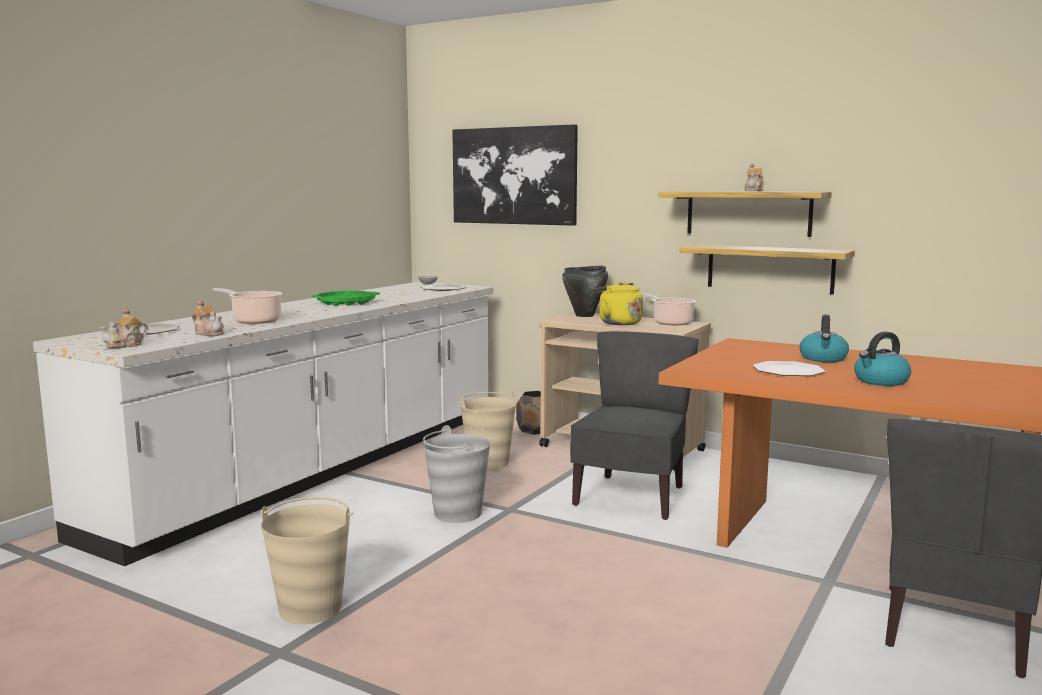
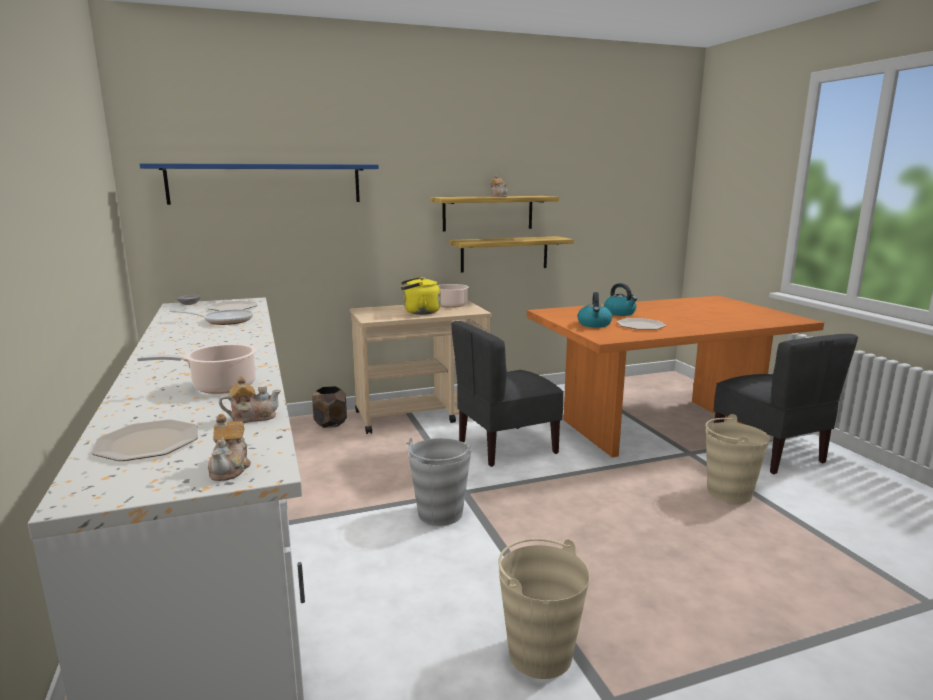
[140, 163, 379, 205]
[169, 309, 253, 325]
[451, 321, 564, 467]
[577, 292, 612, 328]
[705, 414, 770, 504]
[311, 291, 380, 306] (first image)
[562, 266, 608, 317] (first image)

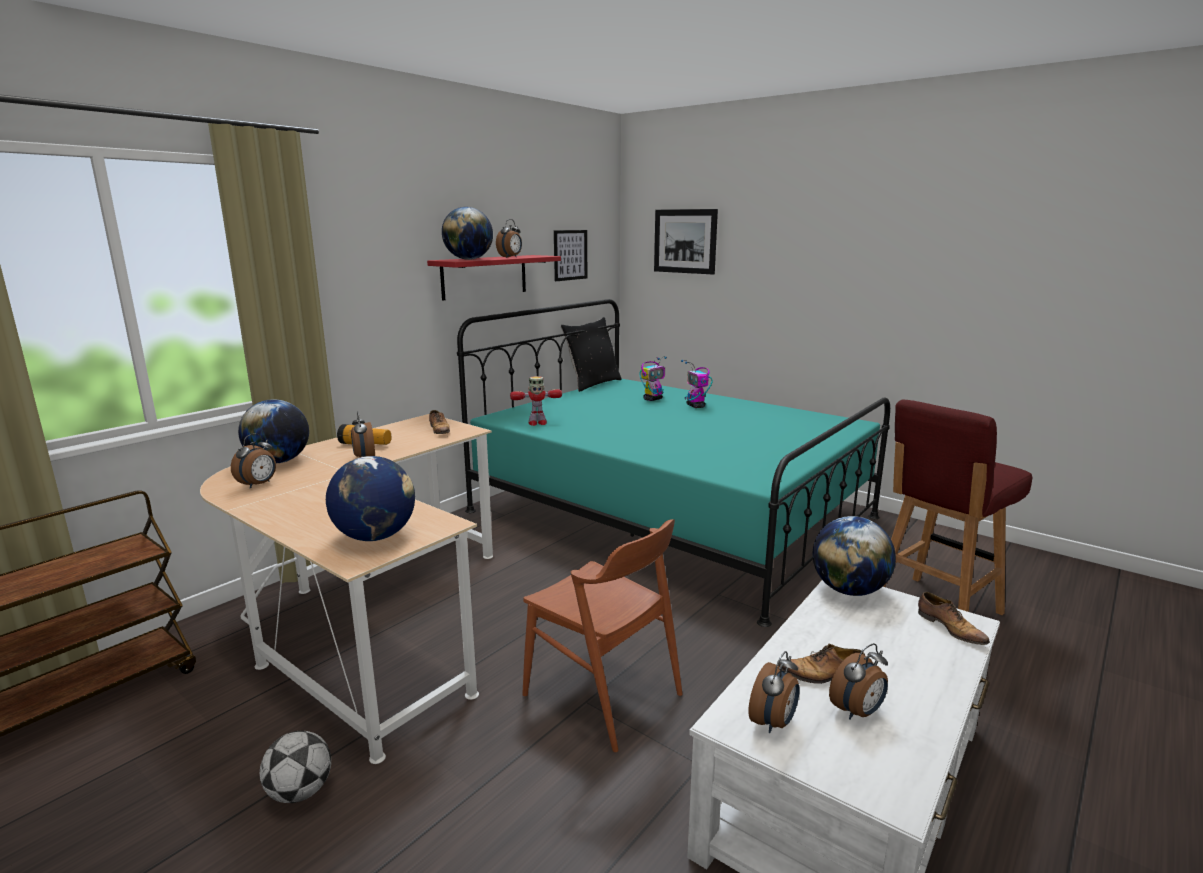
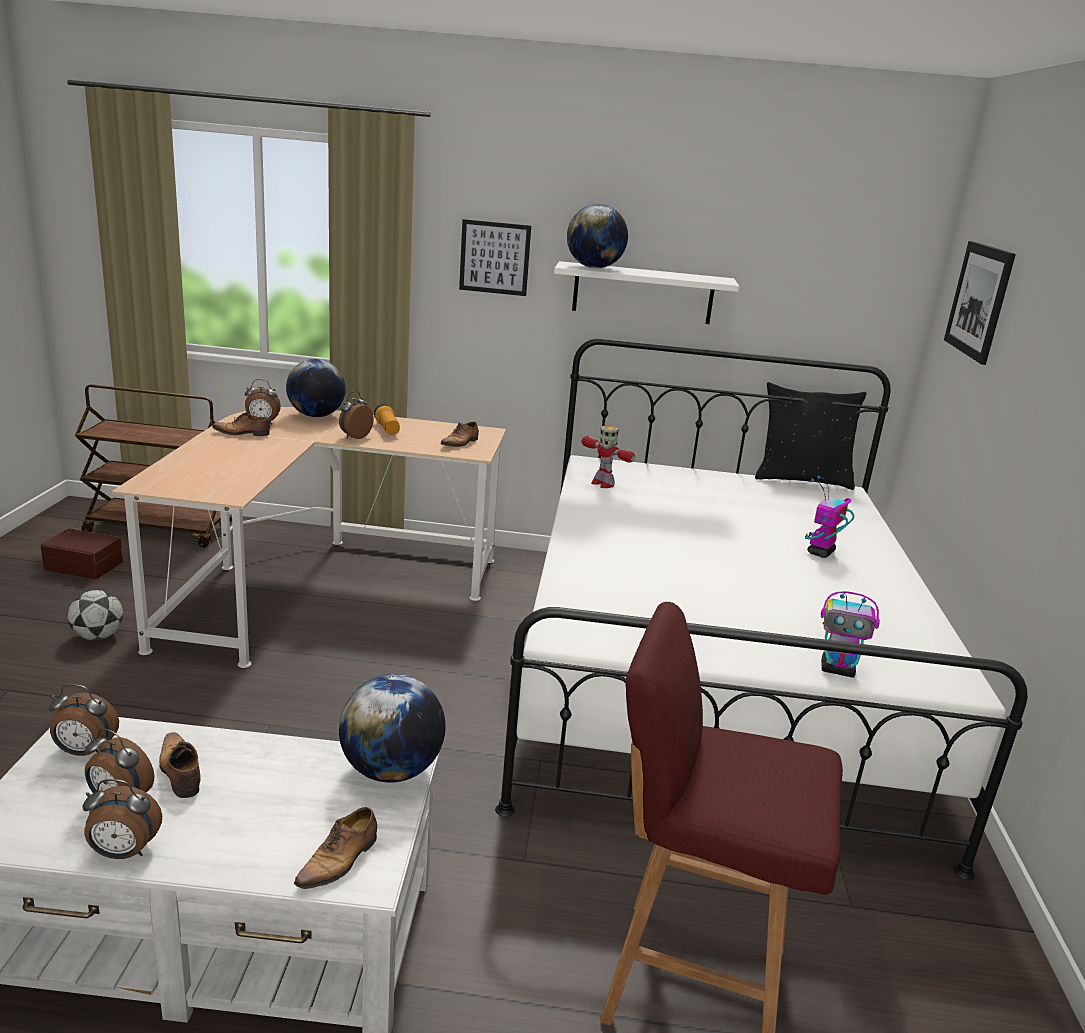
[40, 528, 123, 579]
[82, 779, 162, 859]
[212, 412, 270, 436]
[459, 219, 531, 296]
[495, 338, 1028, 880]
[554, 261, 739, 324]
[821, 591, 880, 678]
[326, 456, 415, 541] (first image)
[522, 519, 682, 752] (first image)

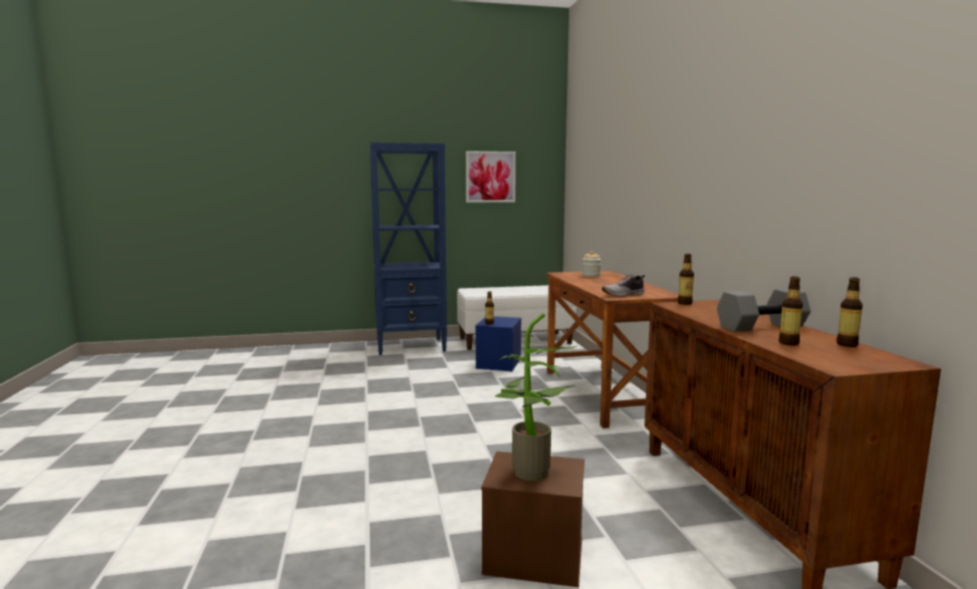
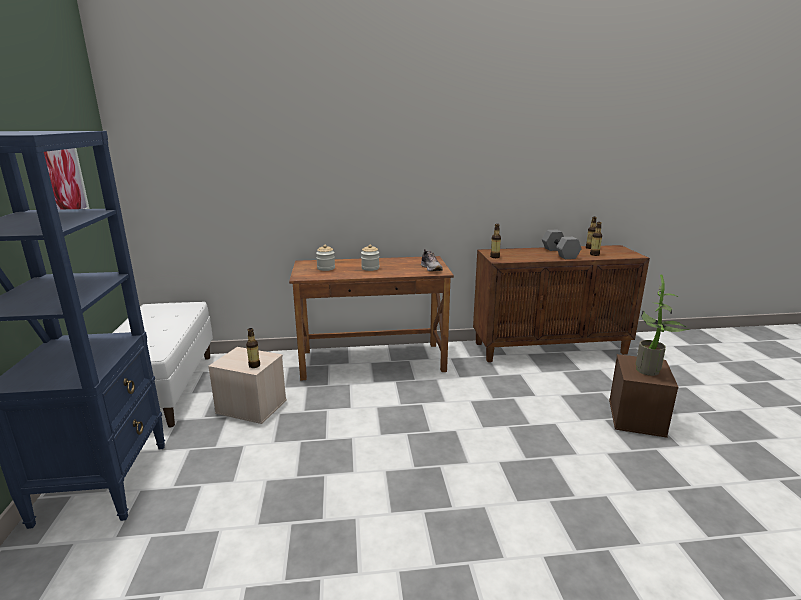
[208, 347, 287, 424]
[361, 245, 379, 271]

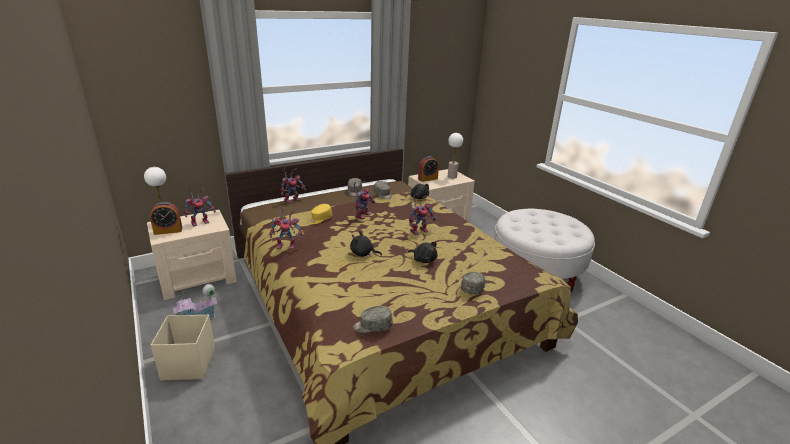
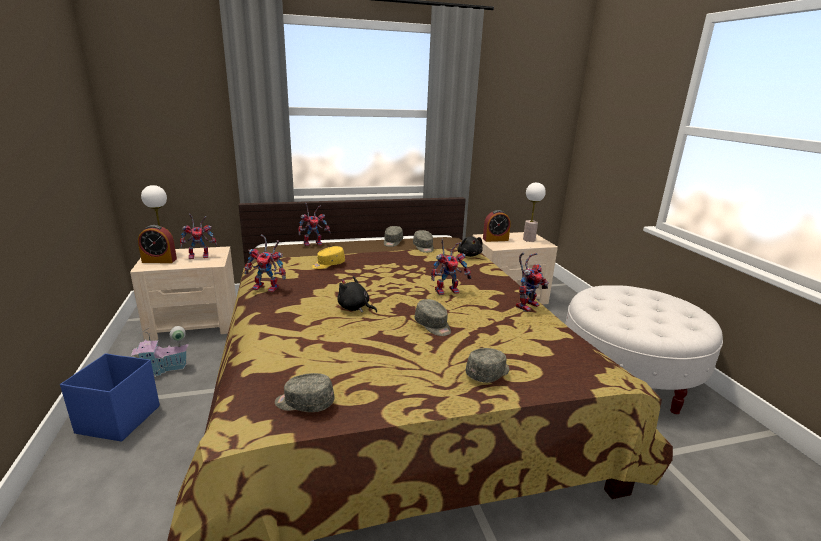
[60, 353, 160, 442]
[415, 299, 451, 336]
[516, 253, 549, 312]

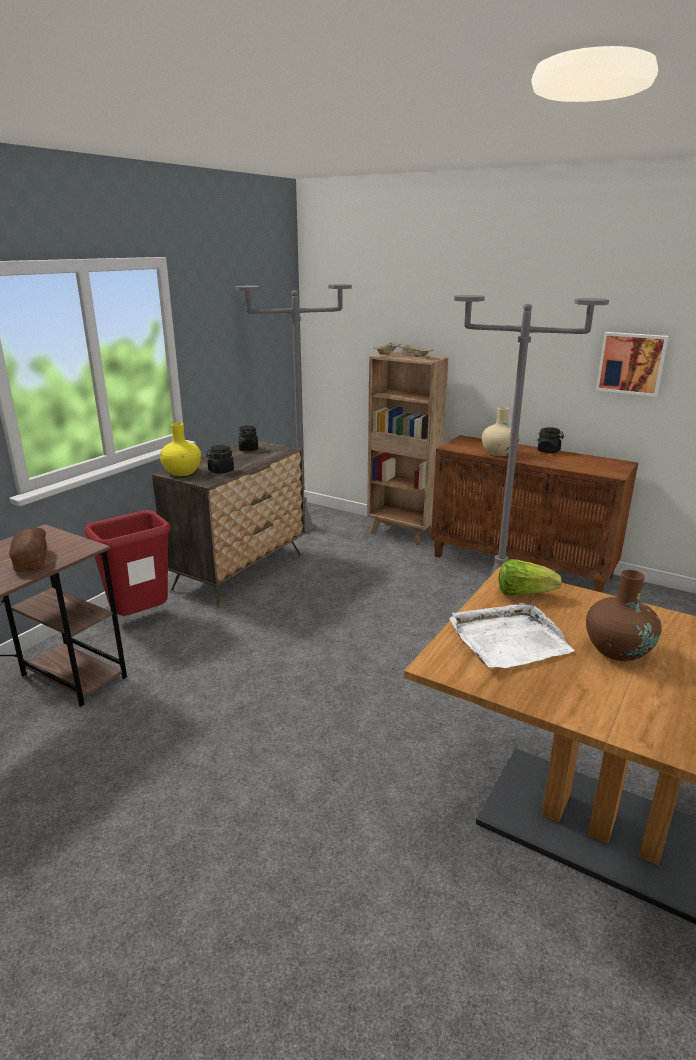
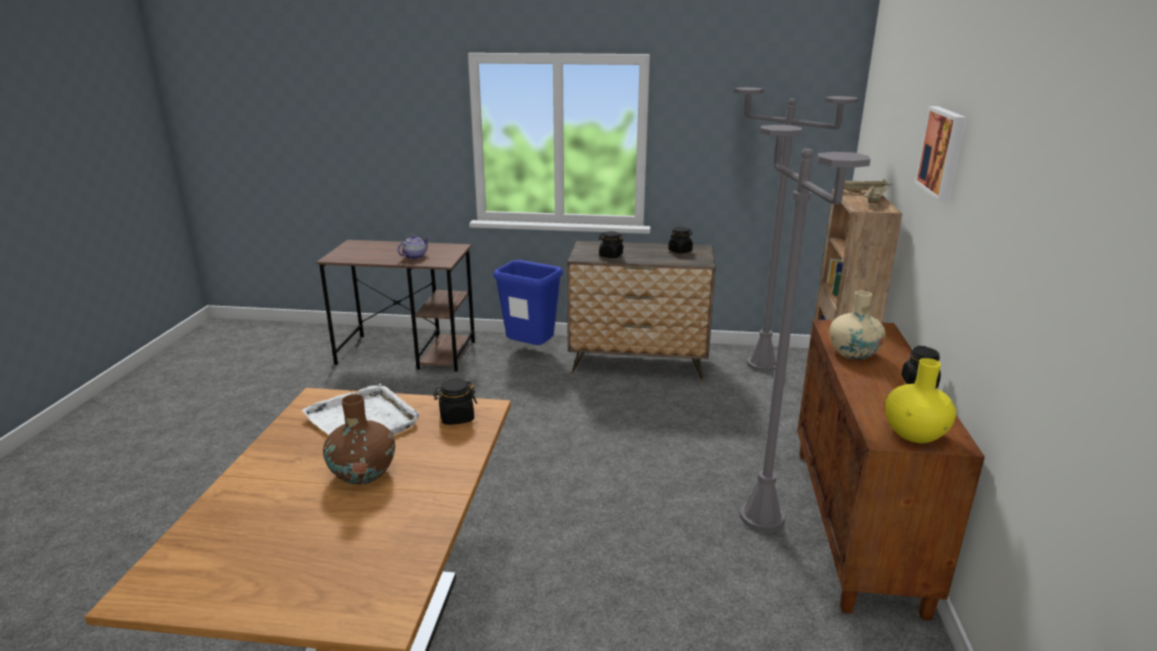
[398, 235, 430, 259]
[433, 379, 477, 425]
[493, 260, 563, 345]
[885, 358, 956, 443]
[914, 106, 967, 202]

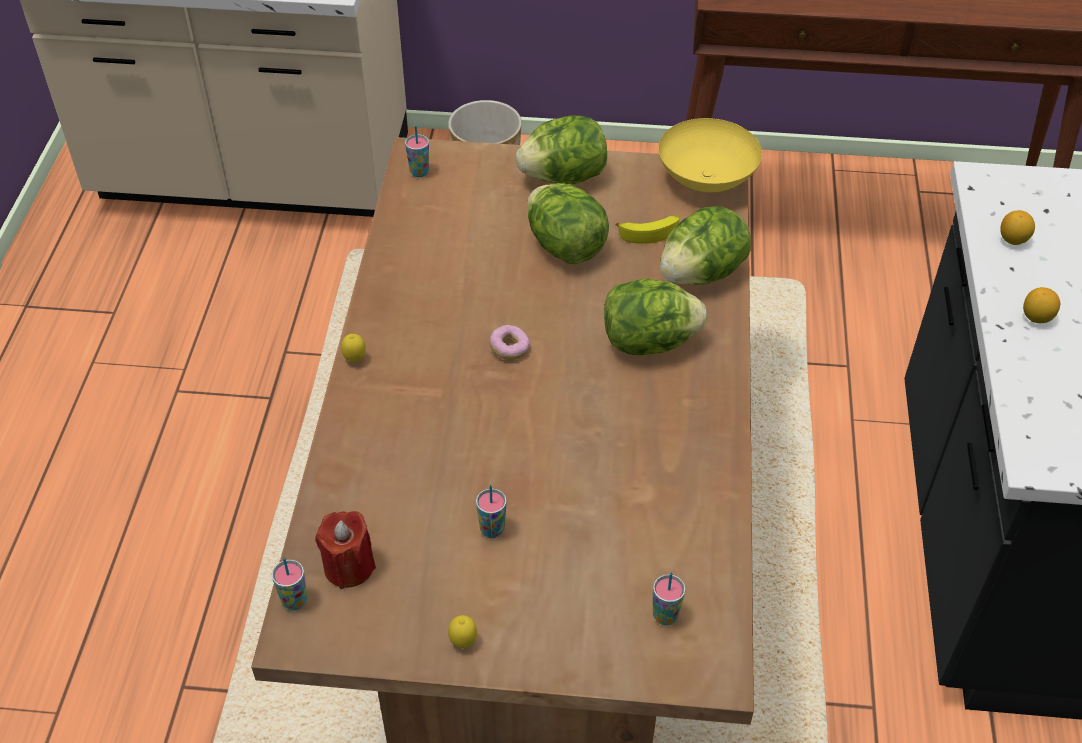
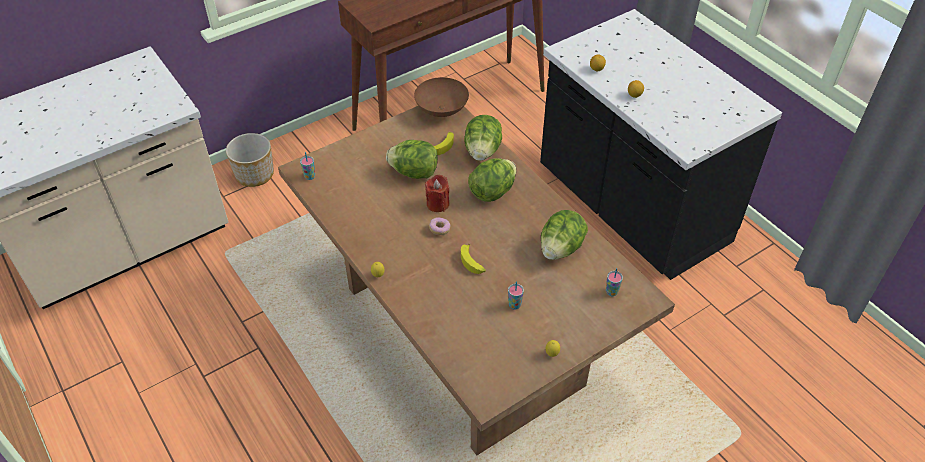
[414, 77, 469, 117]
[425, 175, 449, 212]
[461, 244, 486, 274]
[541, 210, 588, 260]
[272, 557, 307, 610] (first image)

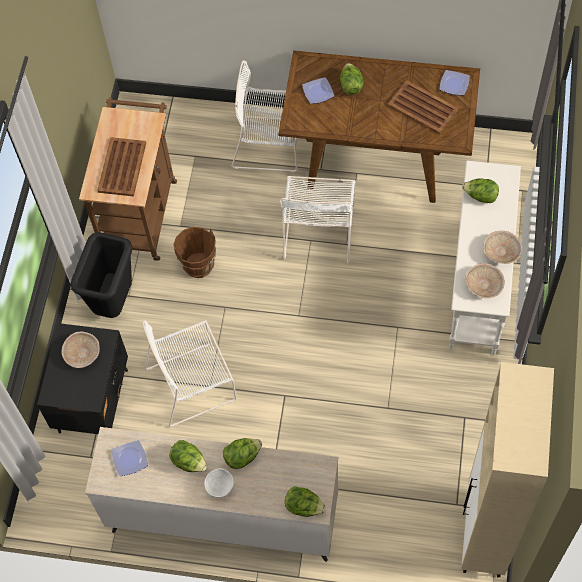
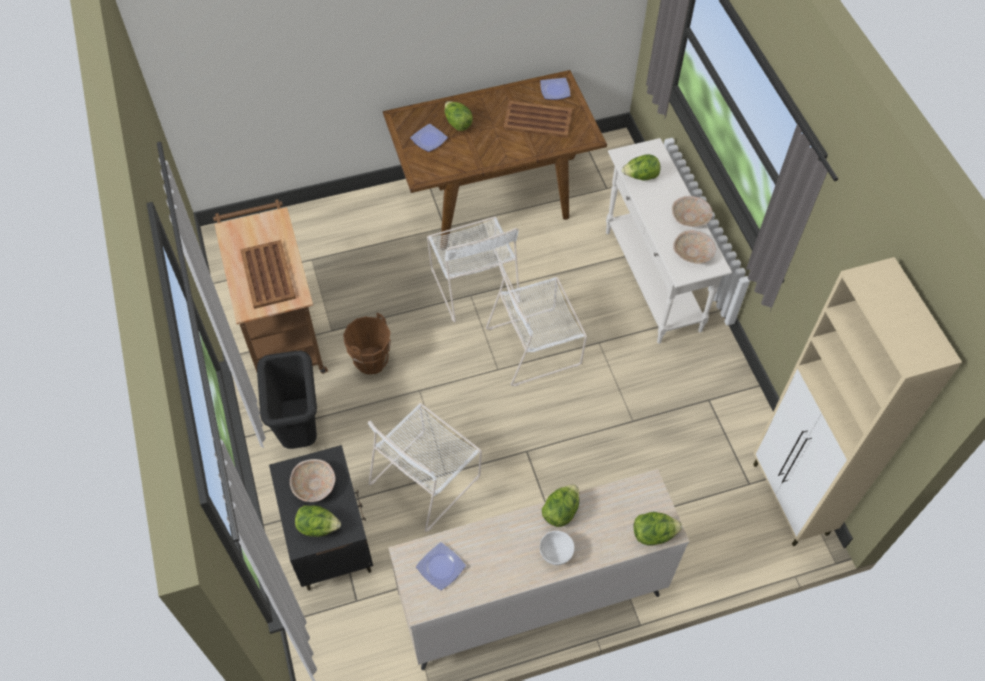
[295, 505, 341, 537]
[486, 262, 587, 386]

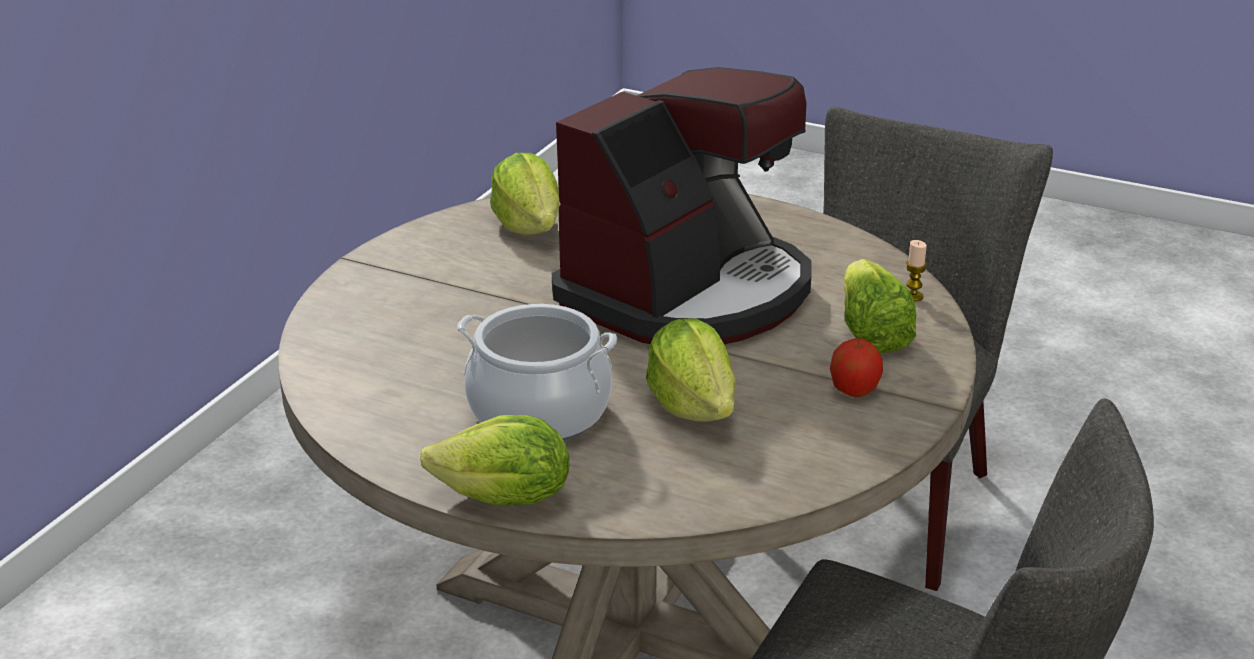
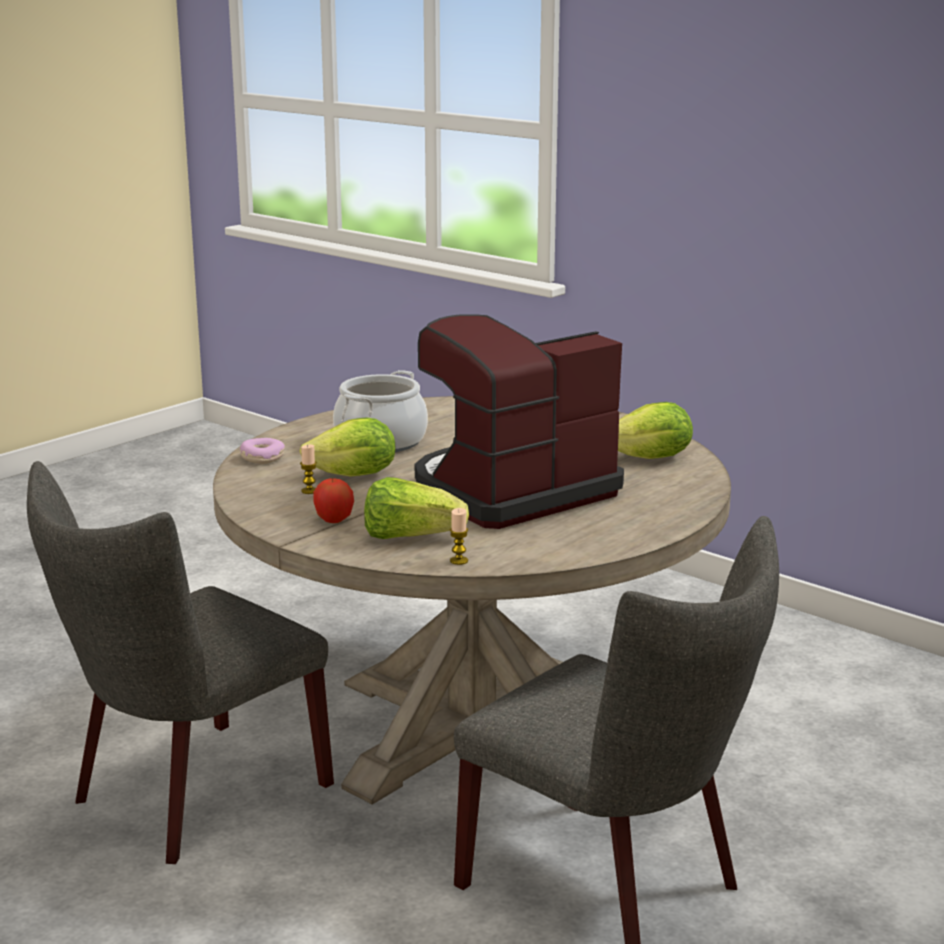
[240, 438, 285, 464]
[300, 445, 317, 494]
[415, 314, 624, 529]
[420, 415, 569, 505] (first image)

